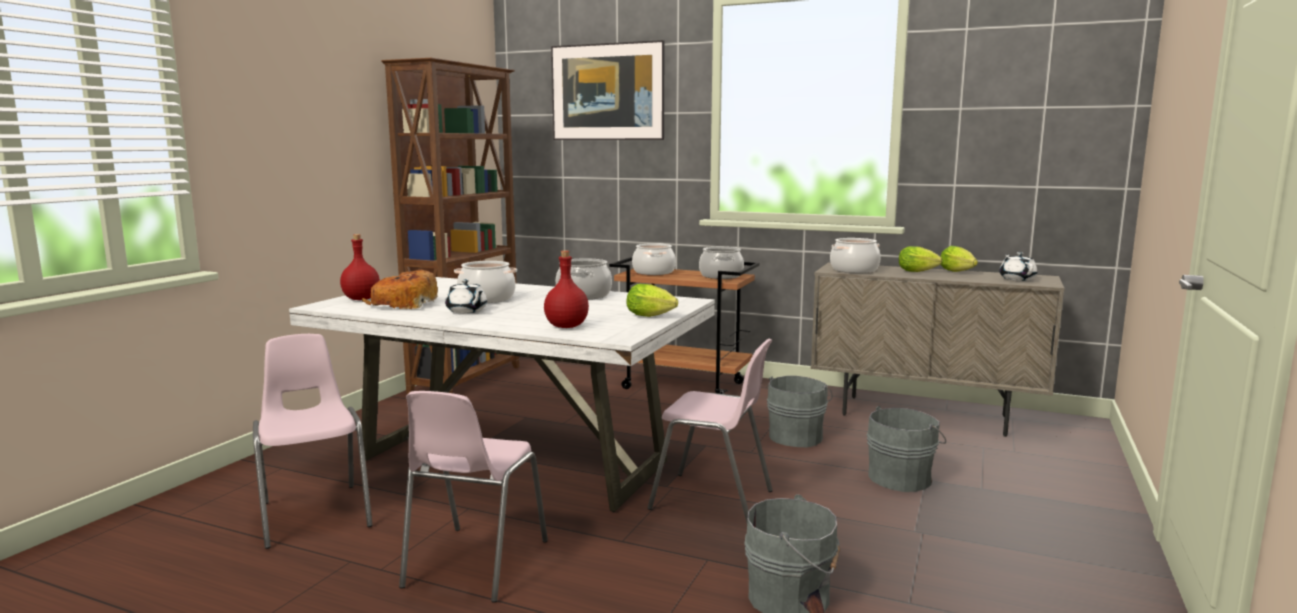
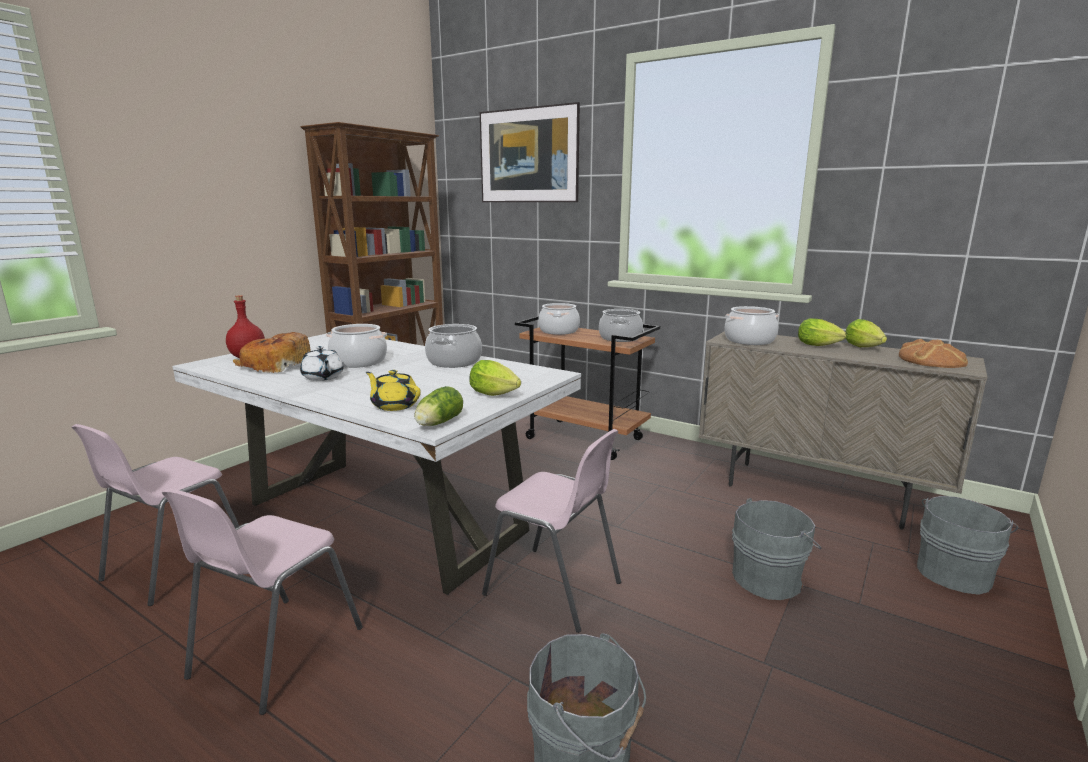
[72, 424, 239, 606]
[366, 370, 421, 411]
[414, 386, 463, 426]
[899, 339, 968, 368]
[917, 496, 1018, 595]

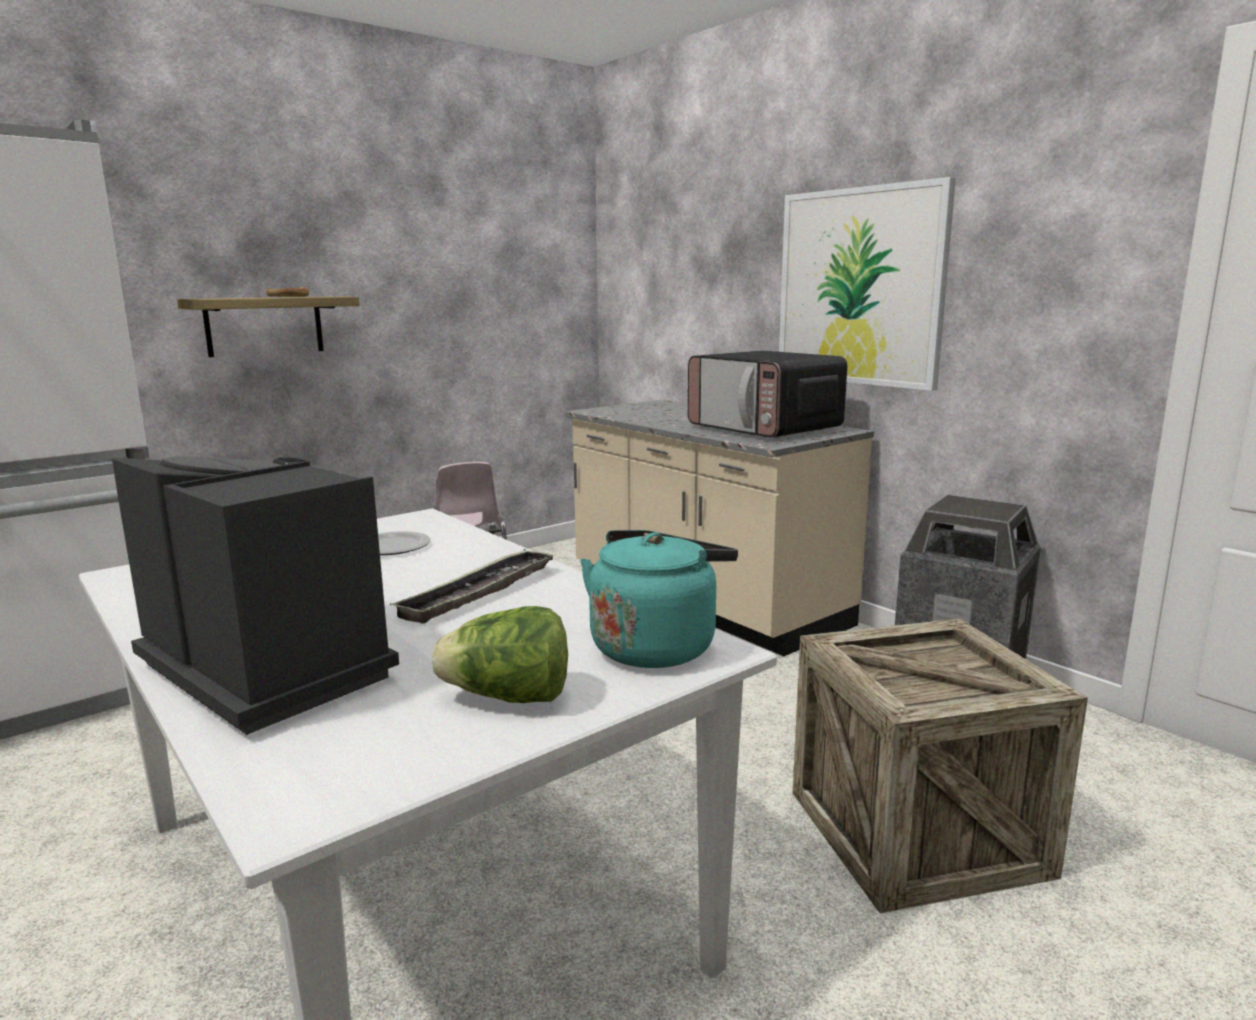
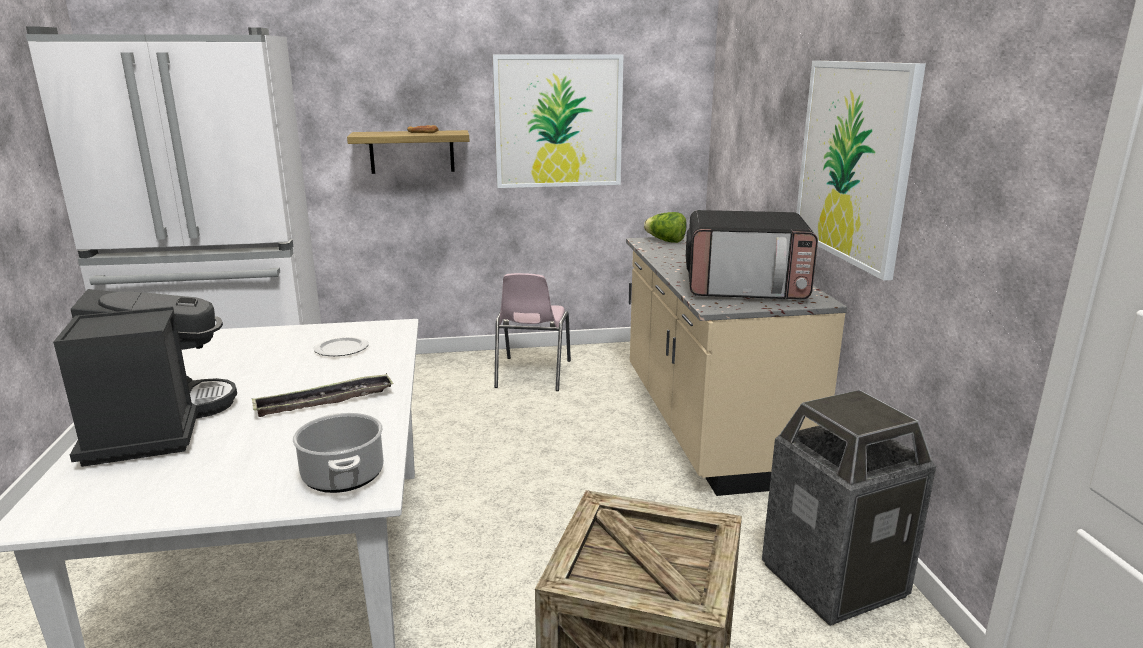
[293, 413, 384, 493]
[493, 54, 623, 188]
[644, 212, 687, 243]
[686, 210, 818, 300]

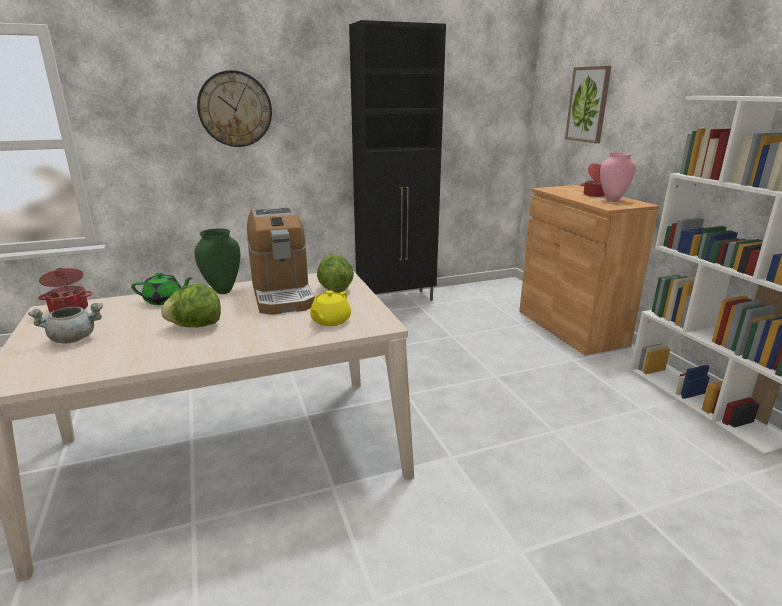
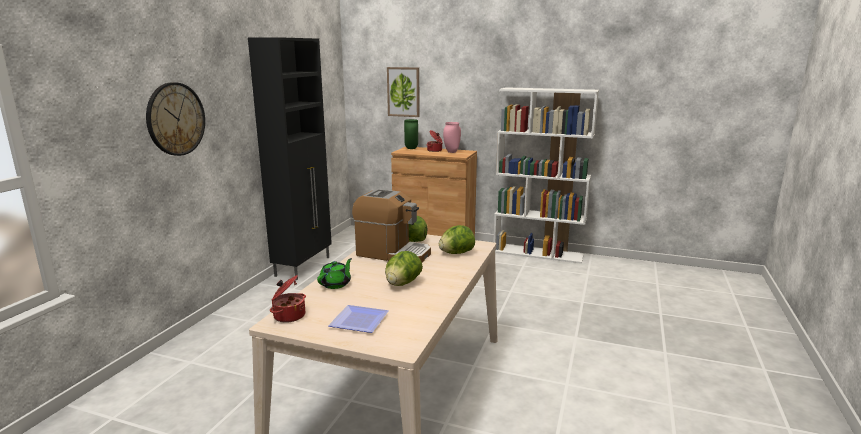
[328, 305, 389, 333]
[404, 119, 418, 149]
[439, 225, 475, 254]

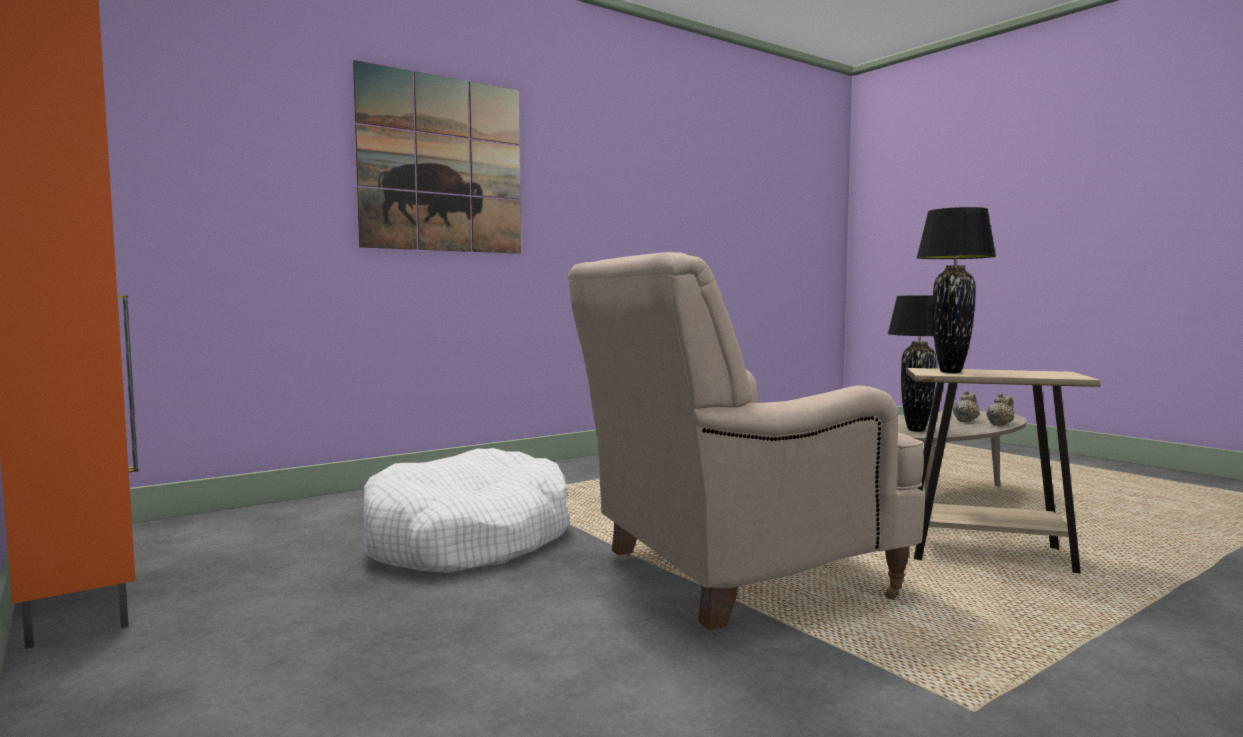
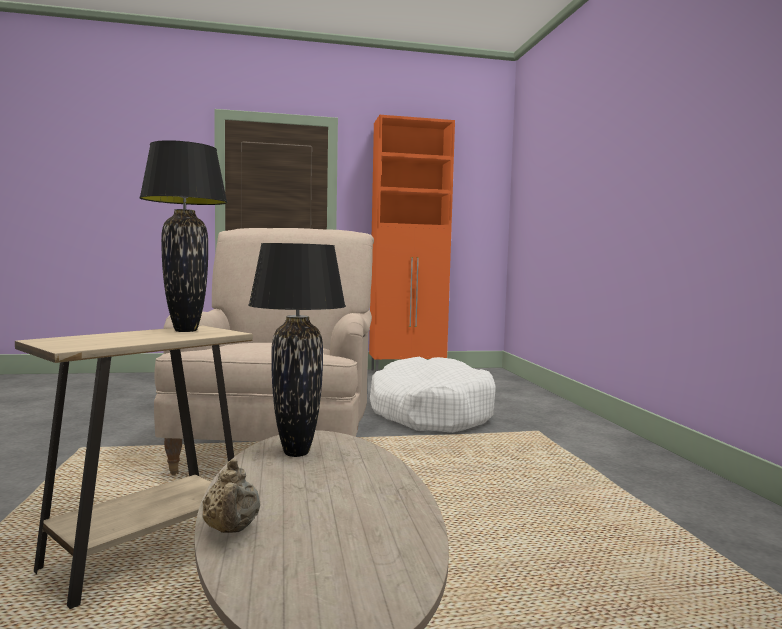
[353, 60, 521, 254] (first image)
[953, 390, 980, 422] (first image)

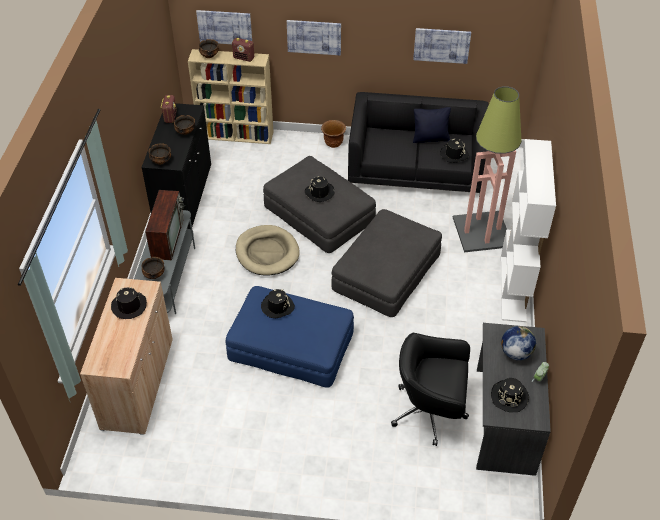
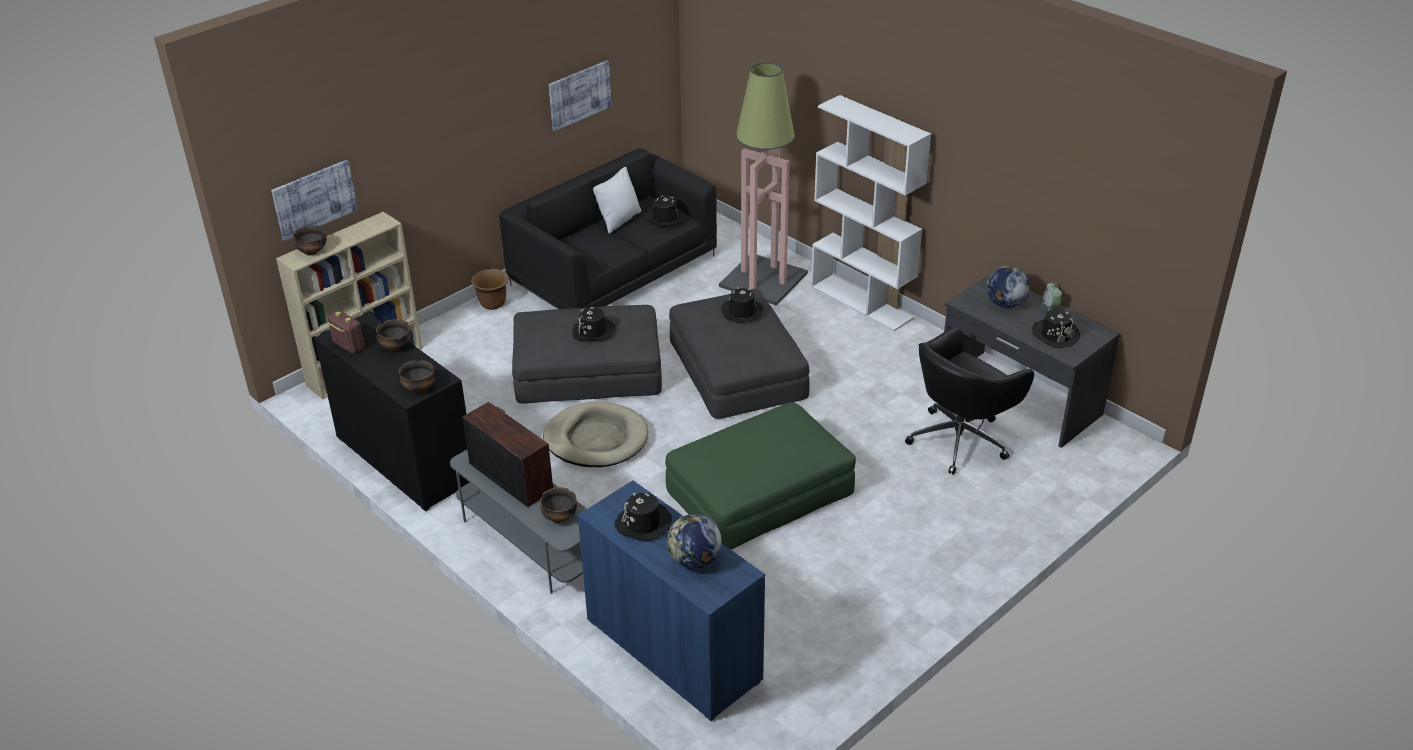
[578, 480, 765, 721]
[593, 167, 641, 233]
[665, 402, 856, 550]
[667, 514, 722, 569]
[721, 288, 764, 323]
[232, 38, 254, 62] (first image)
[287, 20, 341, 55] (first image)

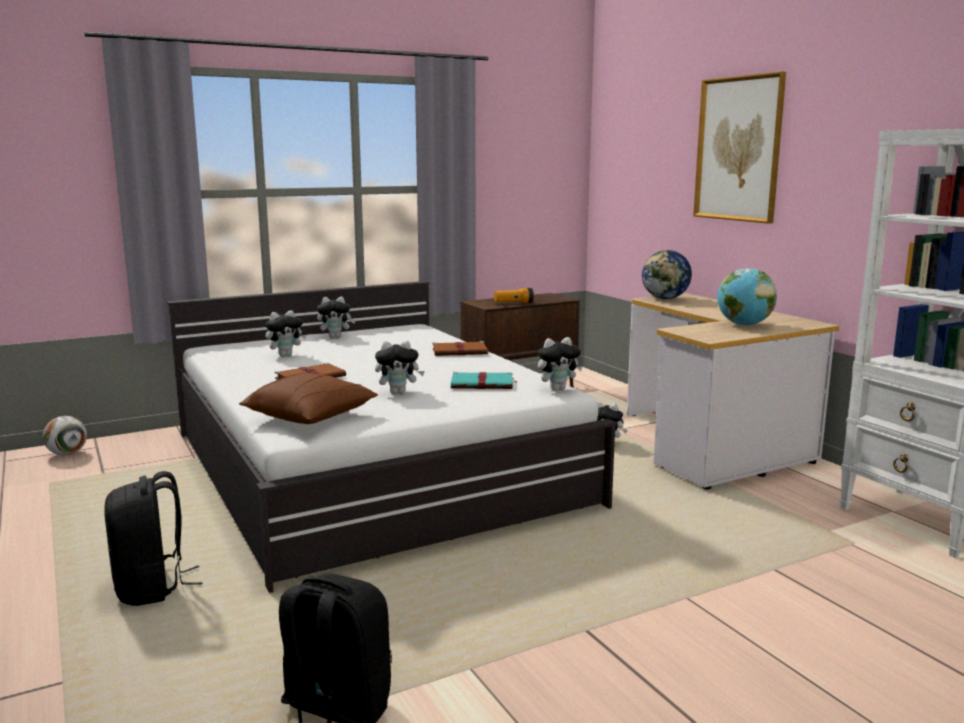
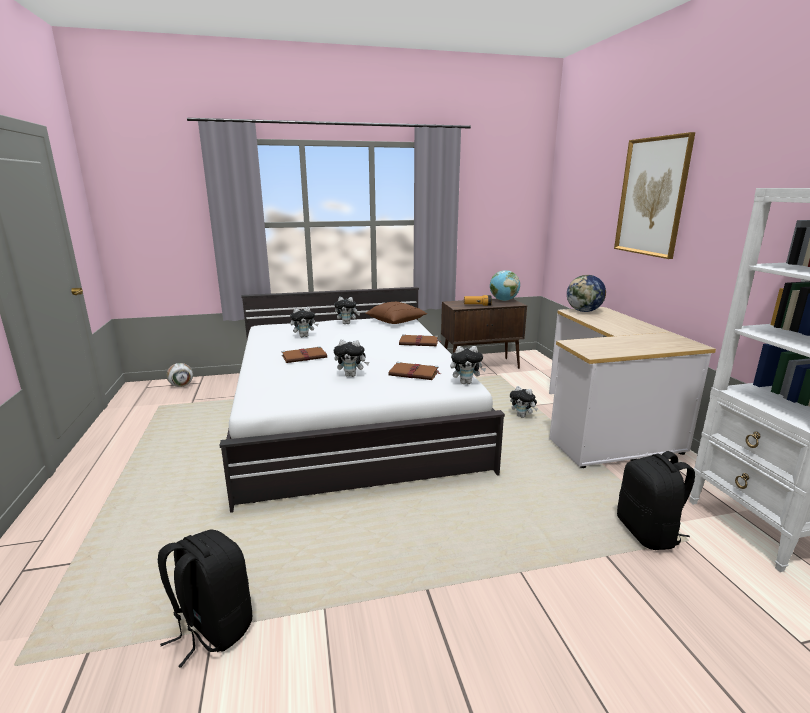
[365, 302, 427, 324]
[388, 362, 440, 380]
[490, 270, 520, 301]
[617, 451, 695, 550]

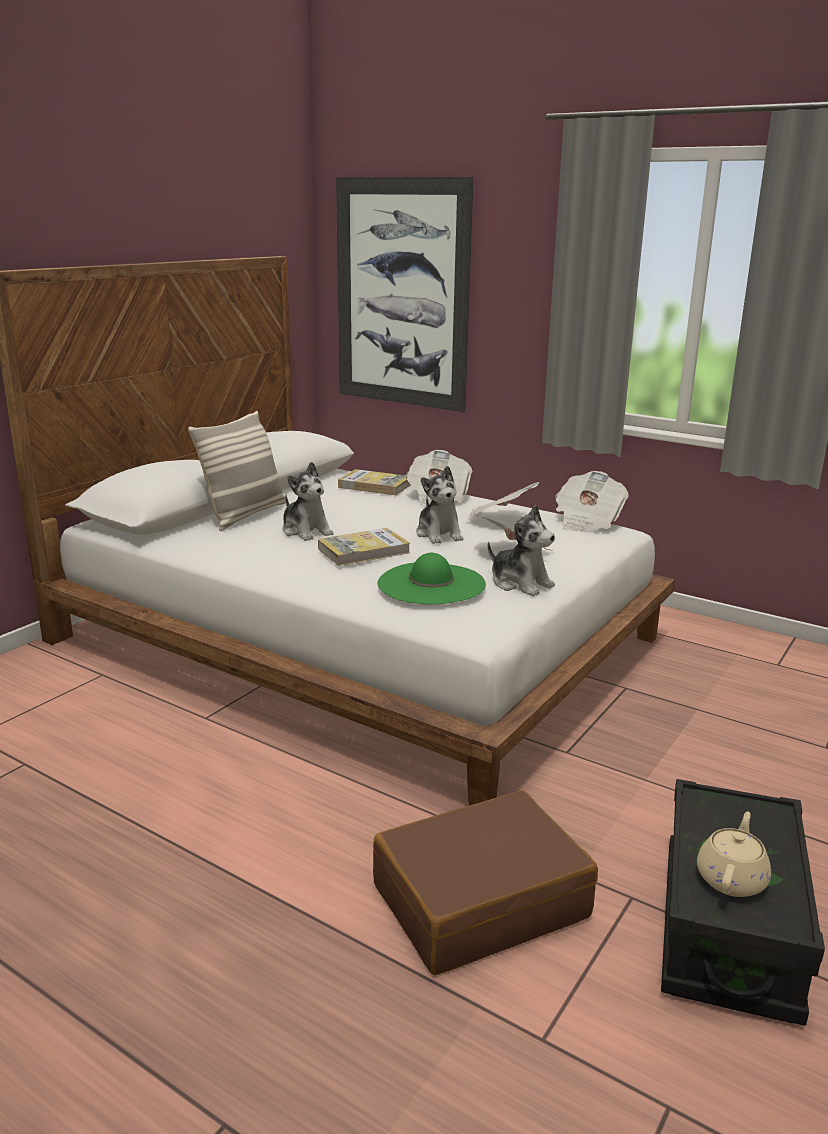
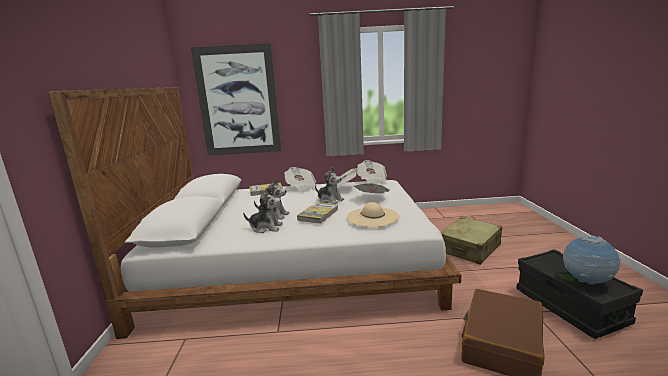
[243, 187, 283, 233]
[347, 202, 400, 227]
[441, 217, 502, 265]
[563, 236, 621, 285]
[188, 411, 286, 531] (first image)

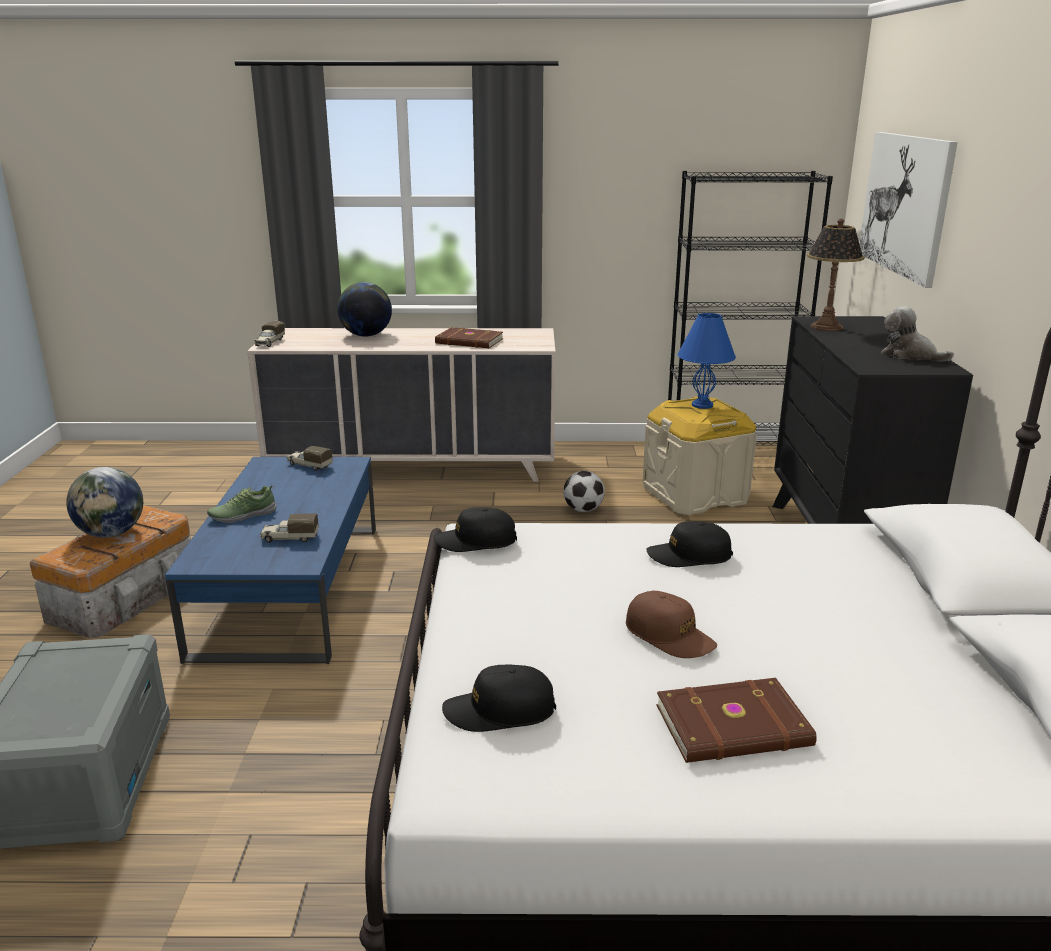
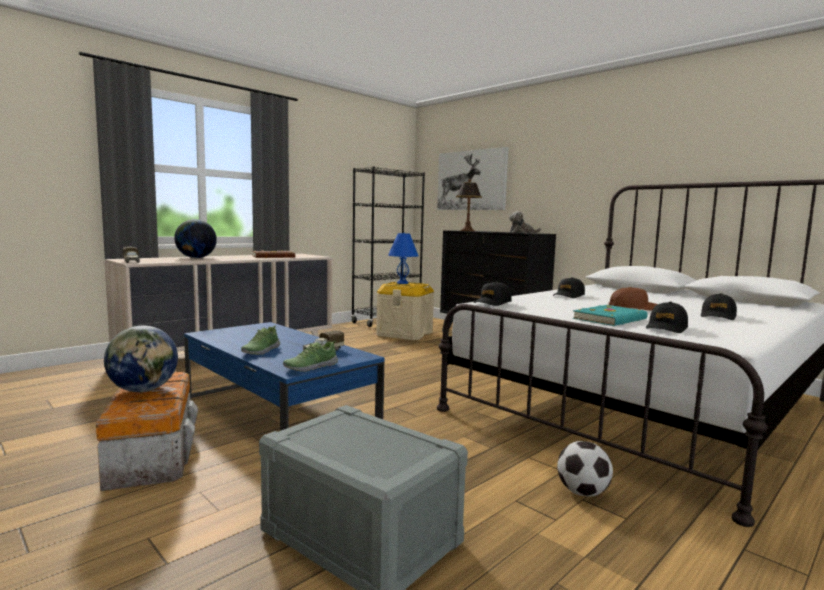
[283, 341, 338, 372]
[557, 441, 613, 497]
[572, 305, 648, 326]
[701, 293, 737, 320]
[287, 446, 333, 471] (first image)

